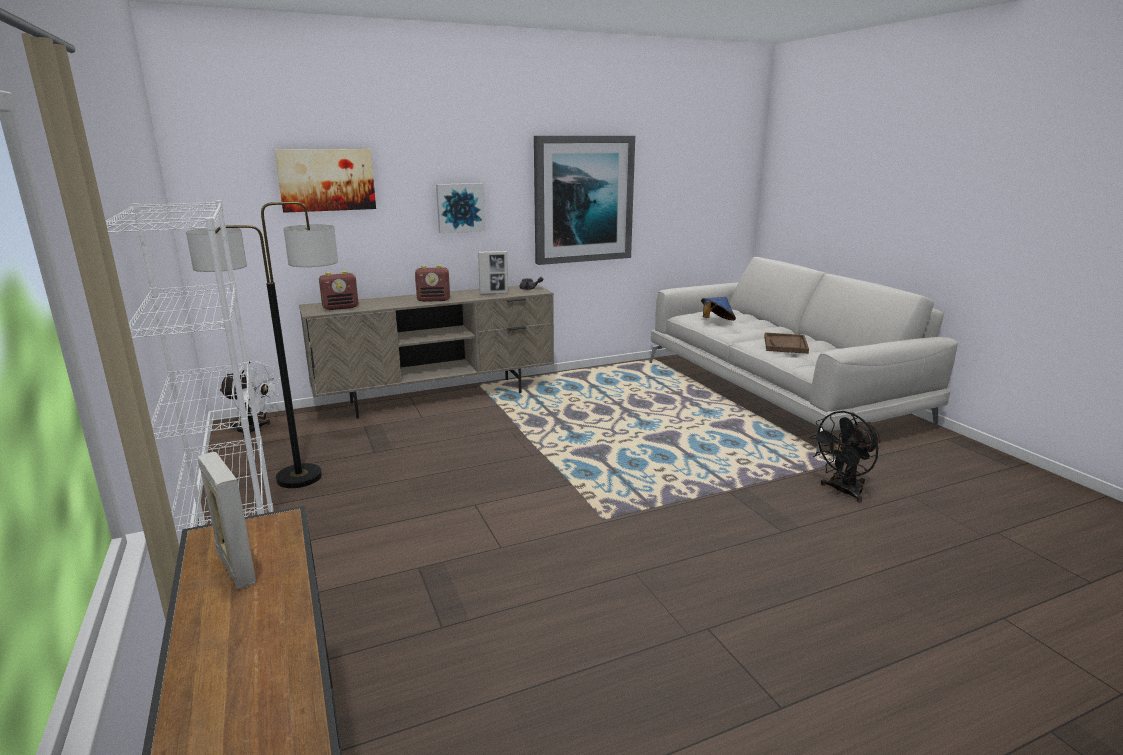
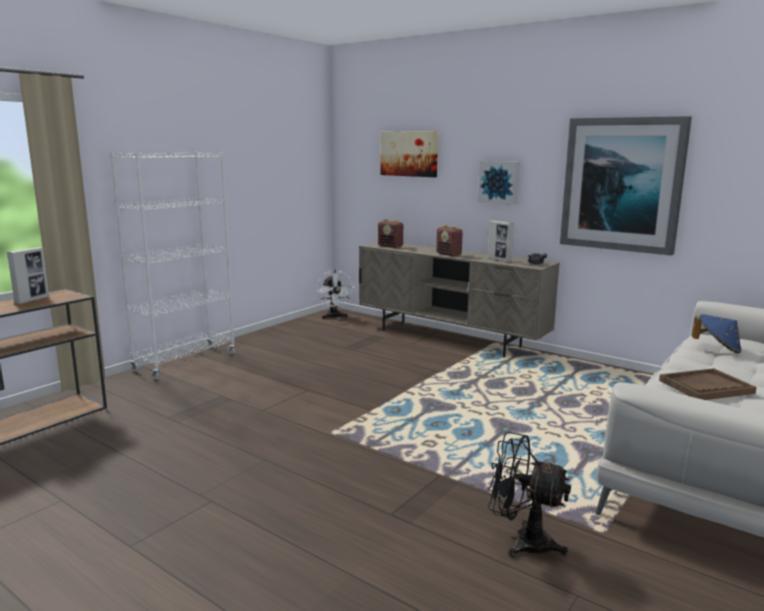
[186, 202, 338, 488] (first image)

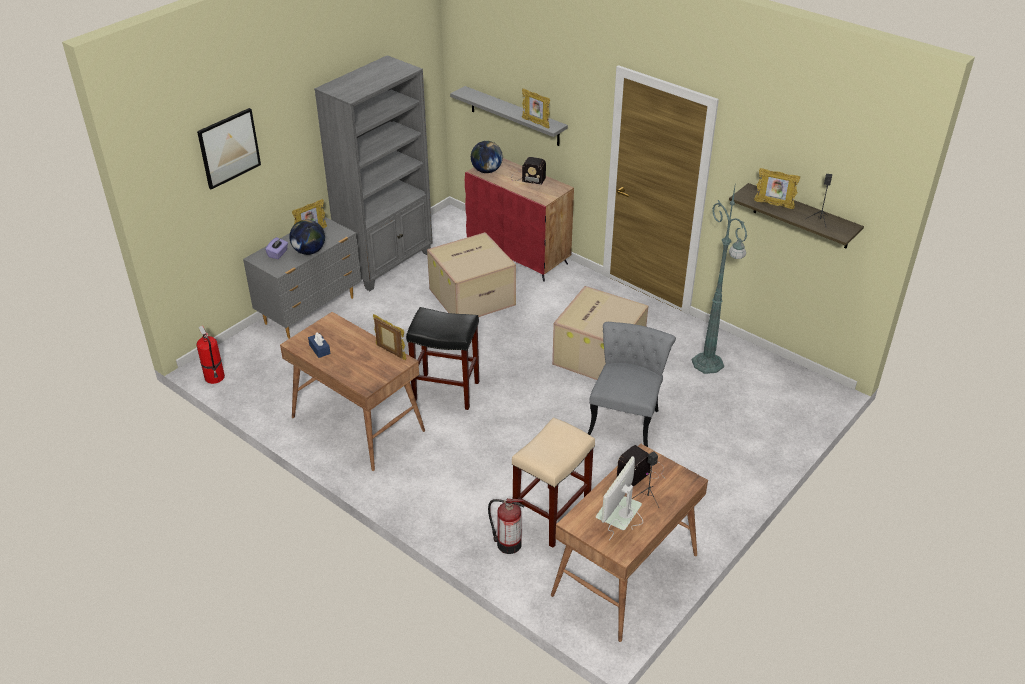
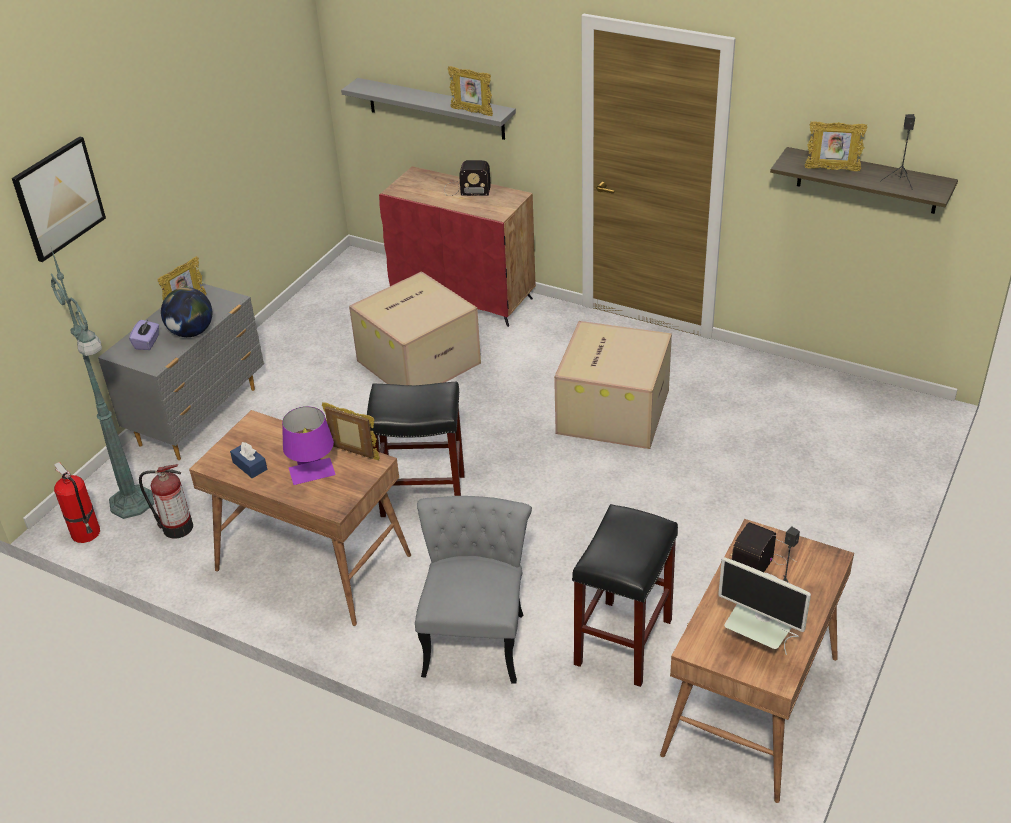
[314, 55, 433, 291] (first image)
[471, 141, 503, 173] (first image)
[282, 407, 336, 485]
[139, 464, 193, 539]
[415, 496, 532, 684]
[51, 248, 154, 519]
[572, 504, 678, 687]
[718, 557, 811, 655]

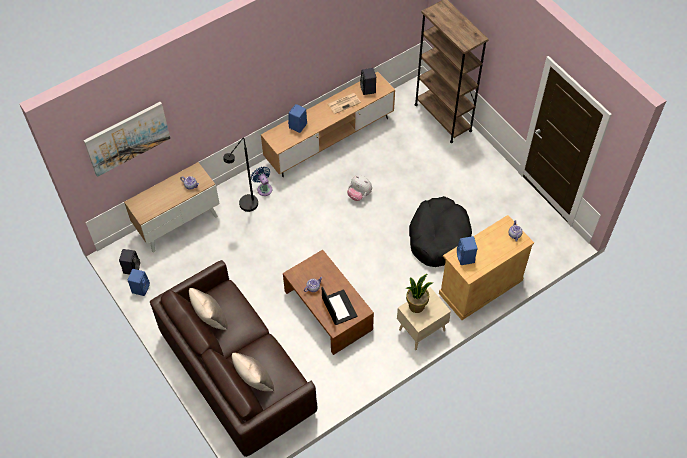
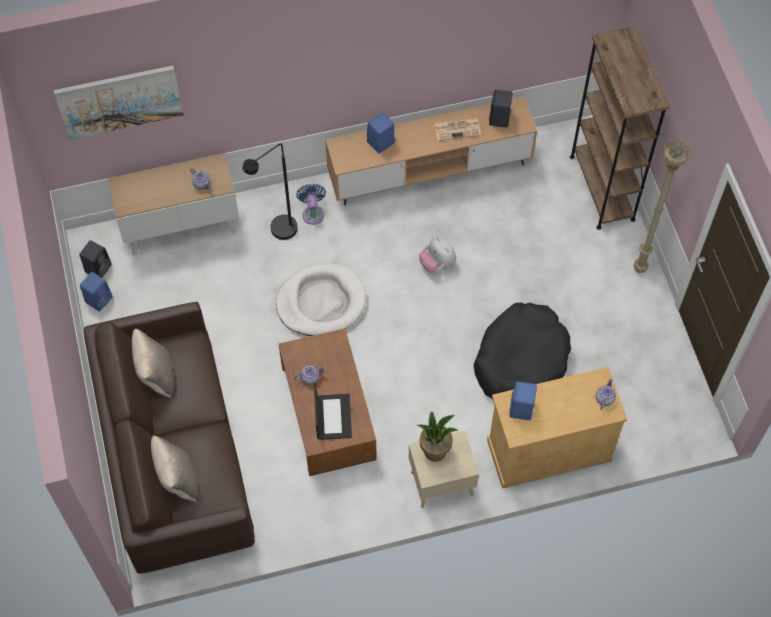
[276, 263, 366, 336]
[634, 139, 691, 273]

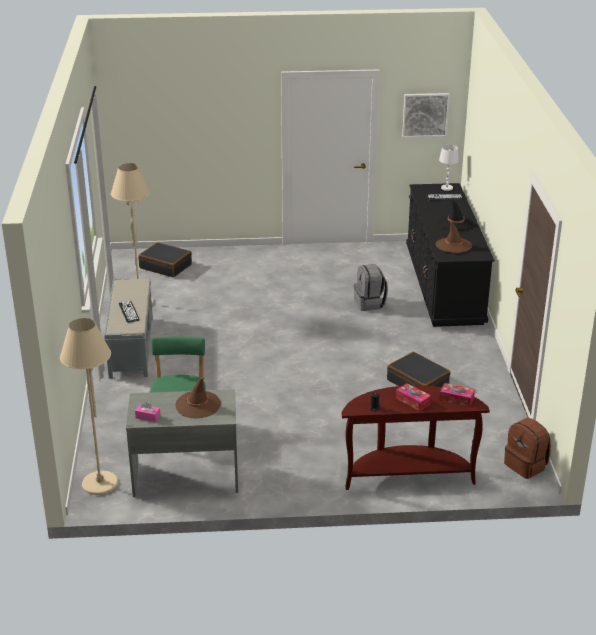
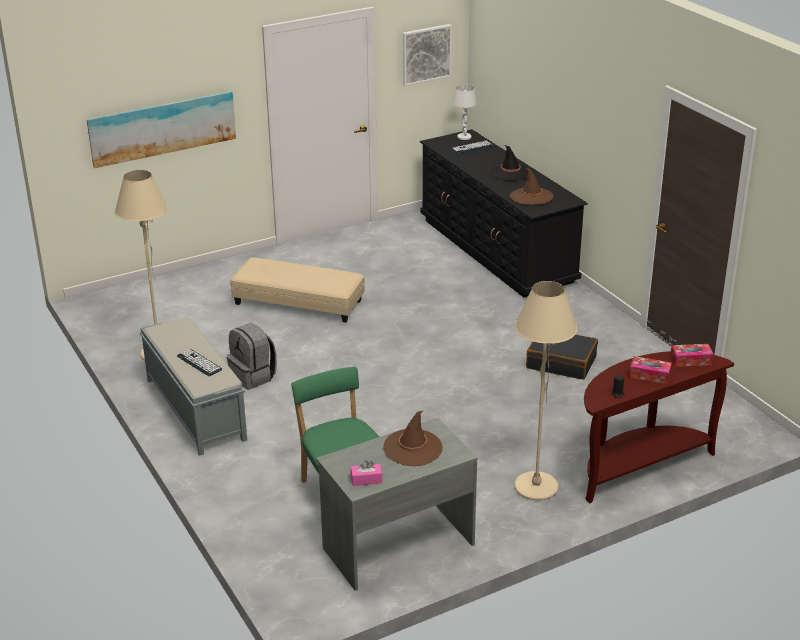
[138, 242, 192, 277] (first image)
[504, 418, 551, 479] (first image)
[87, 92, 236, 168]
[230, 257, 365, 323]
[514, 281, 578, 500]
[227, 323, 277, 390]

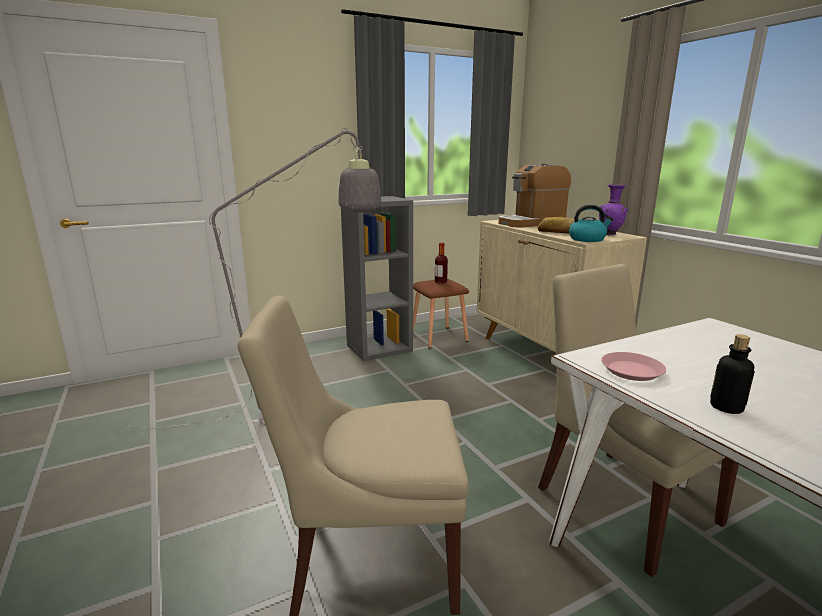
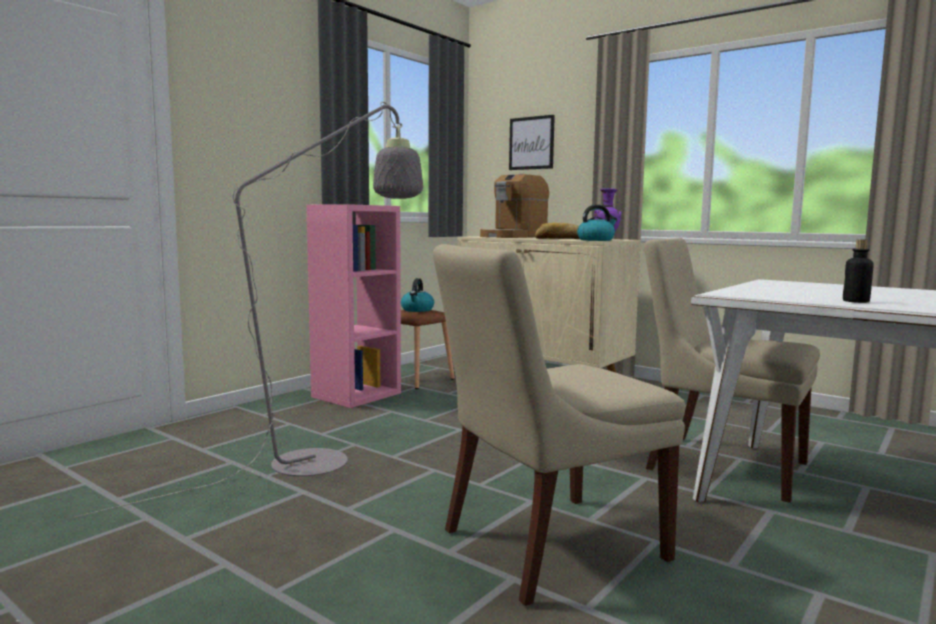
[601, 352, 666, 381] (first image)
[509, 115, 555, 170]
[401, 278, 434, 312]
[306, 204, 401, 408]

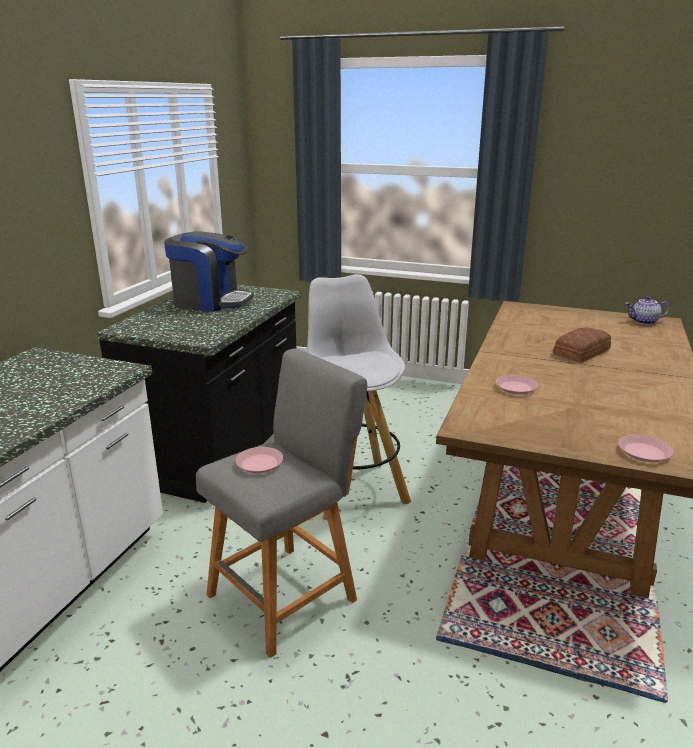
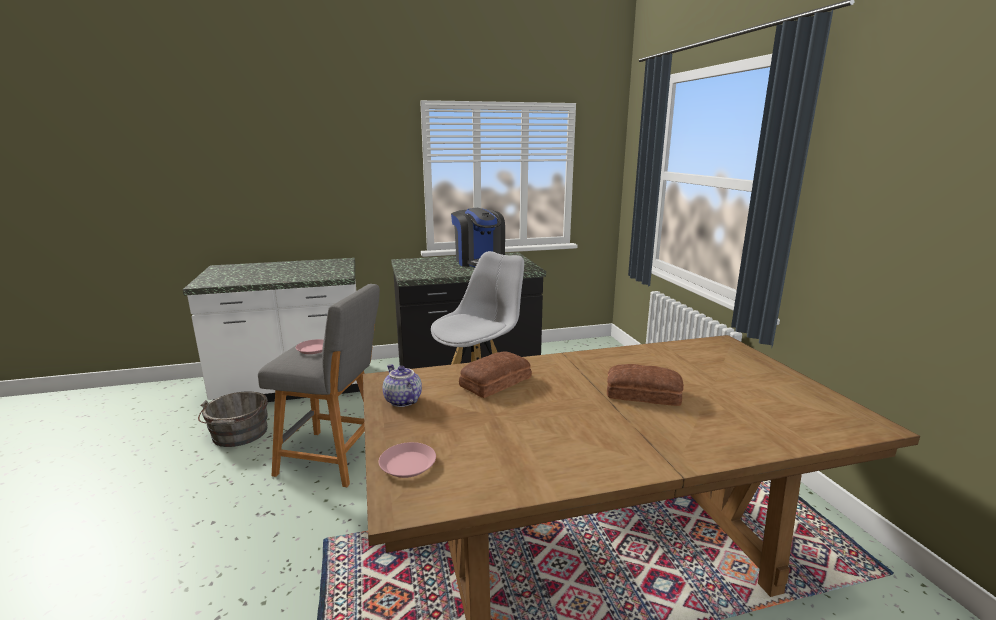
[198, 391, 268, 447]
[383, 364, 422, 407]
[459, 351, 532, 398]

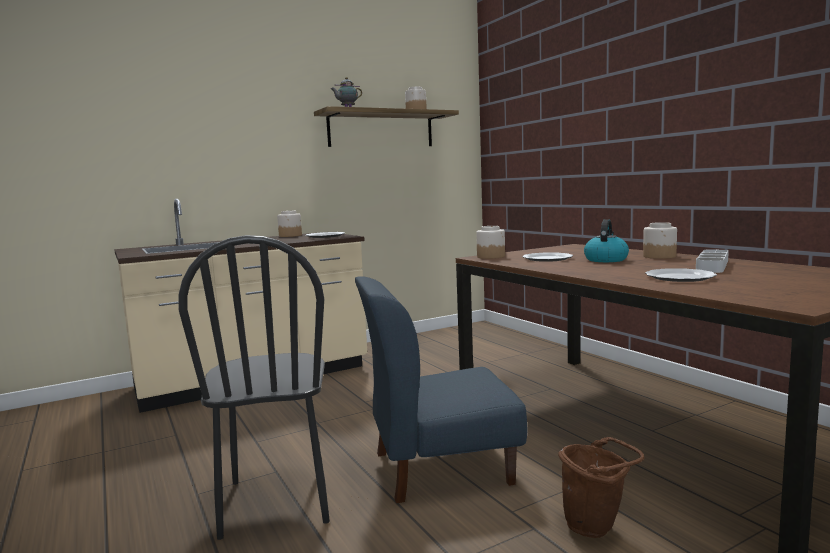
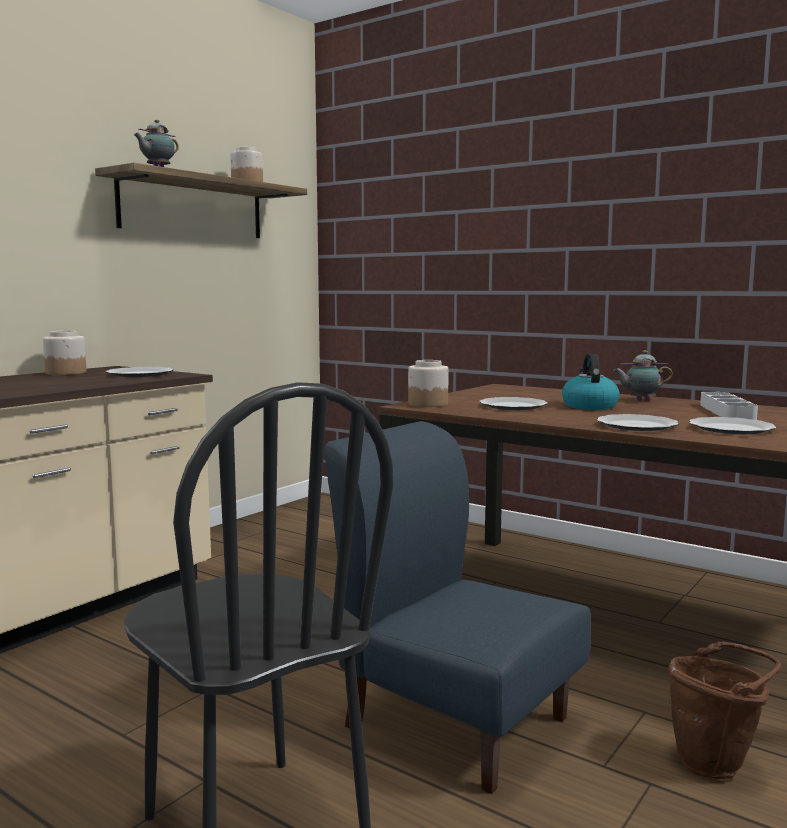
[597, 414, 678, 431]
[613, 350, 673, 401]
[325, 421, 591, 794]

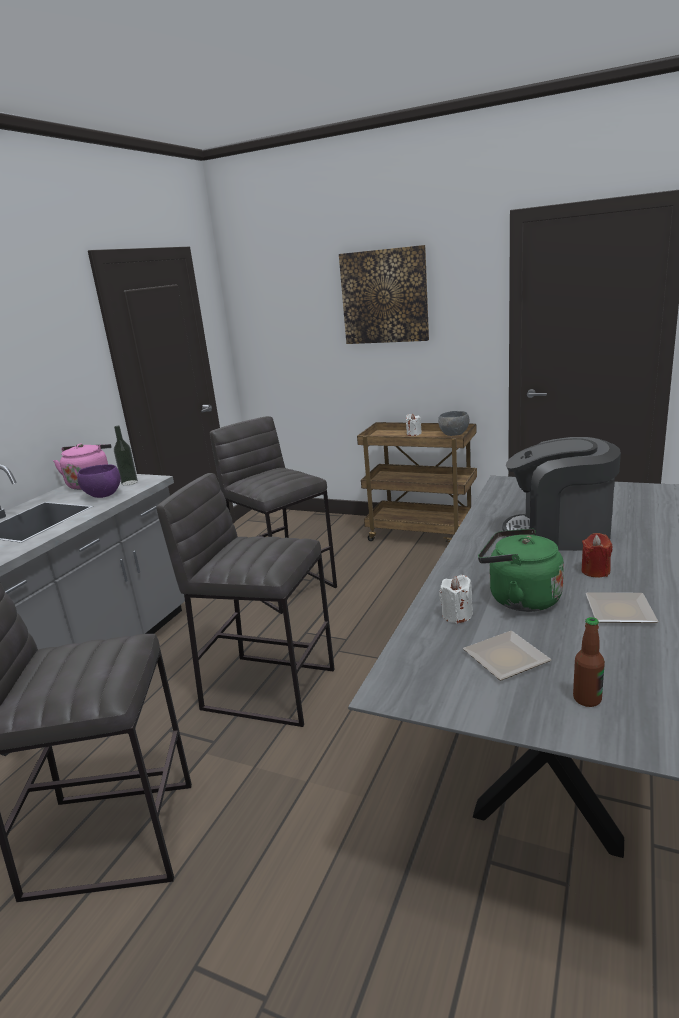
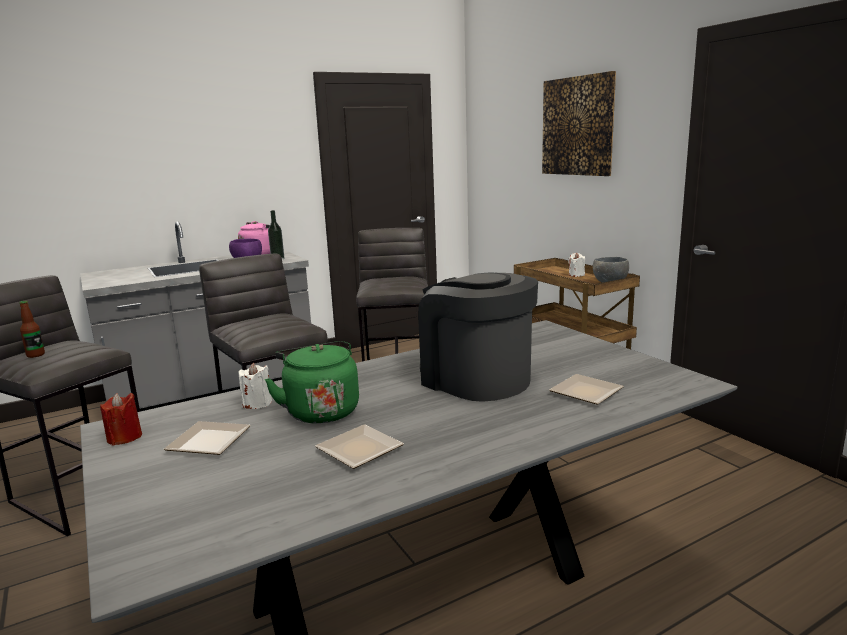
[549, 374, 624, 405]
[19, 301, 45, 358]
[100, 393, 142, 446]

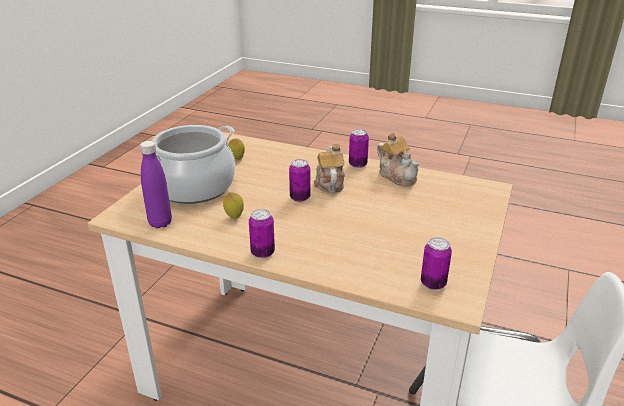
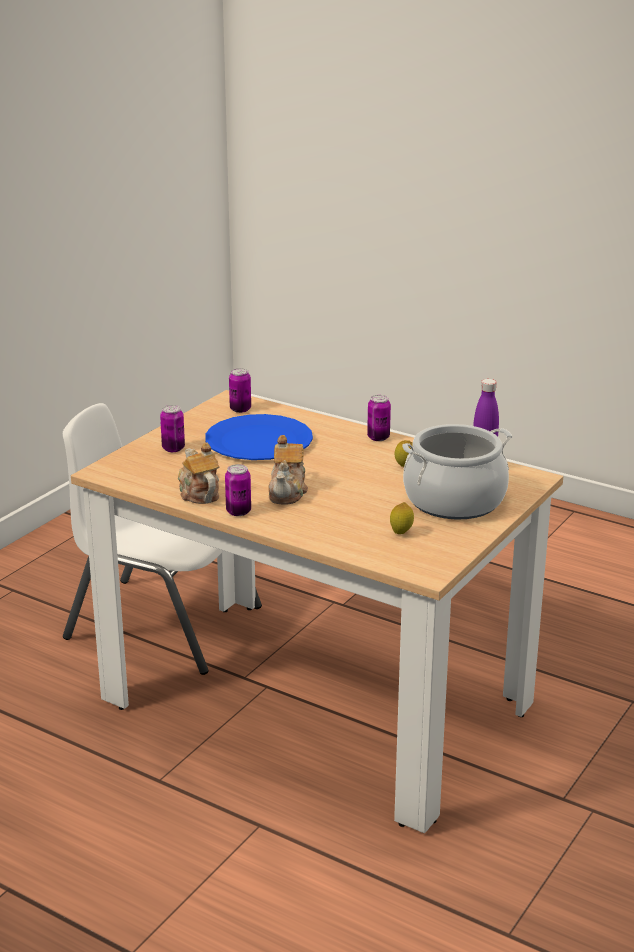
[205, 414, 313, 460]
[160, 405, 185, 452]

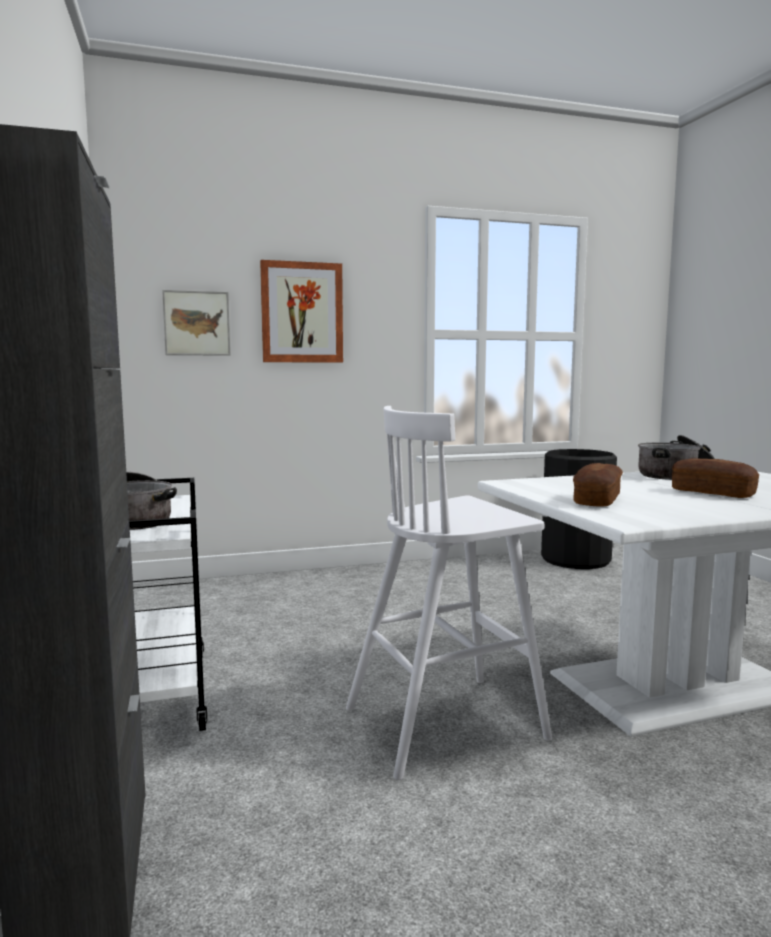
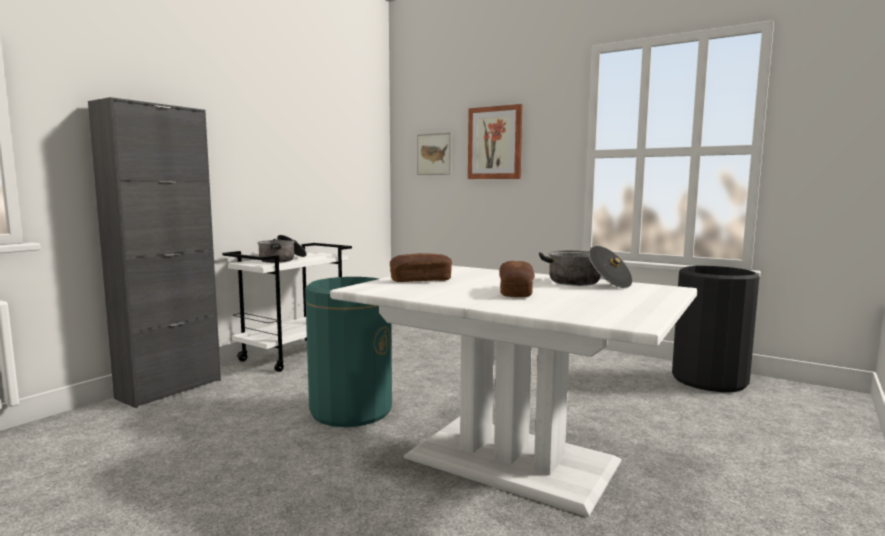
[305, 277, 392, 427]

